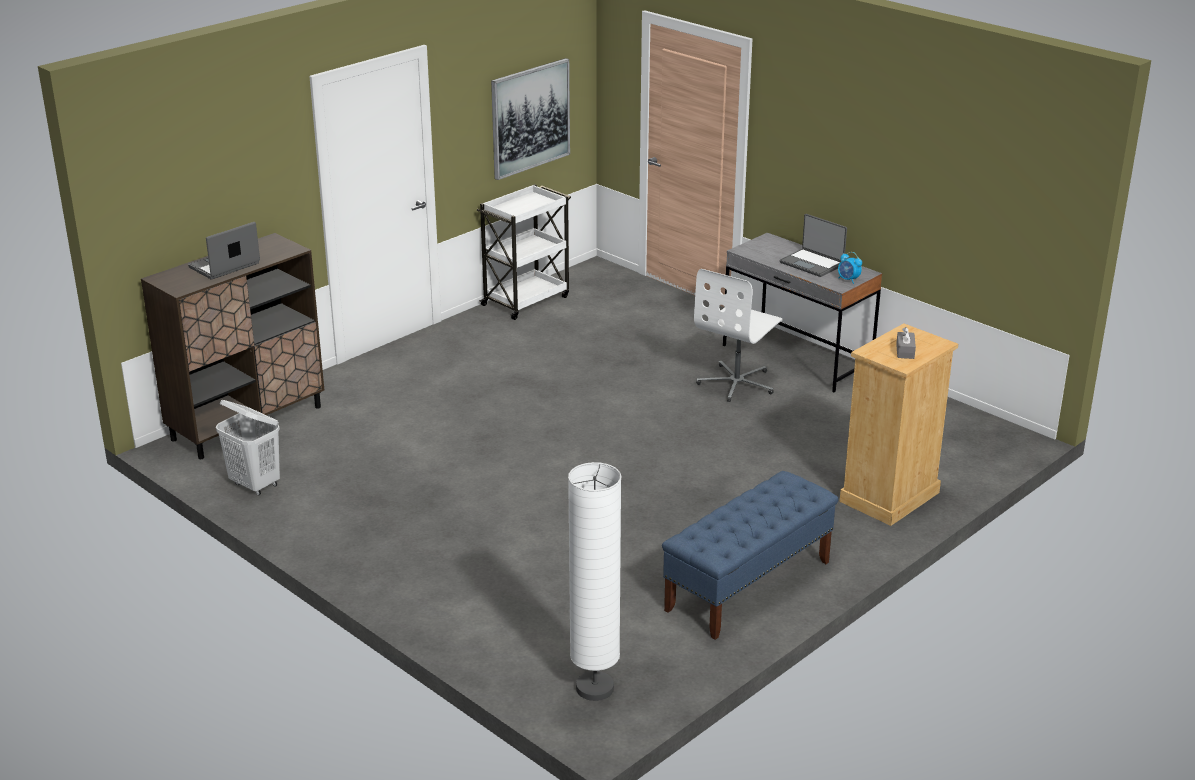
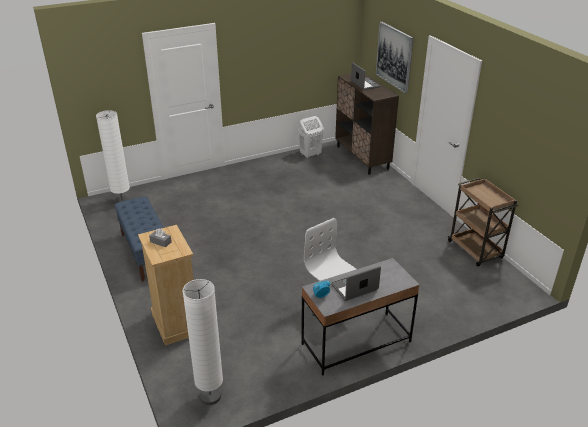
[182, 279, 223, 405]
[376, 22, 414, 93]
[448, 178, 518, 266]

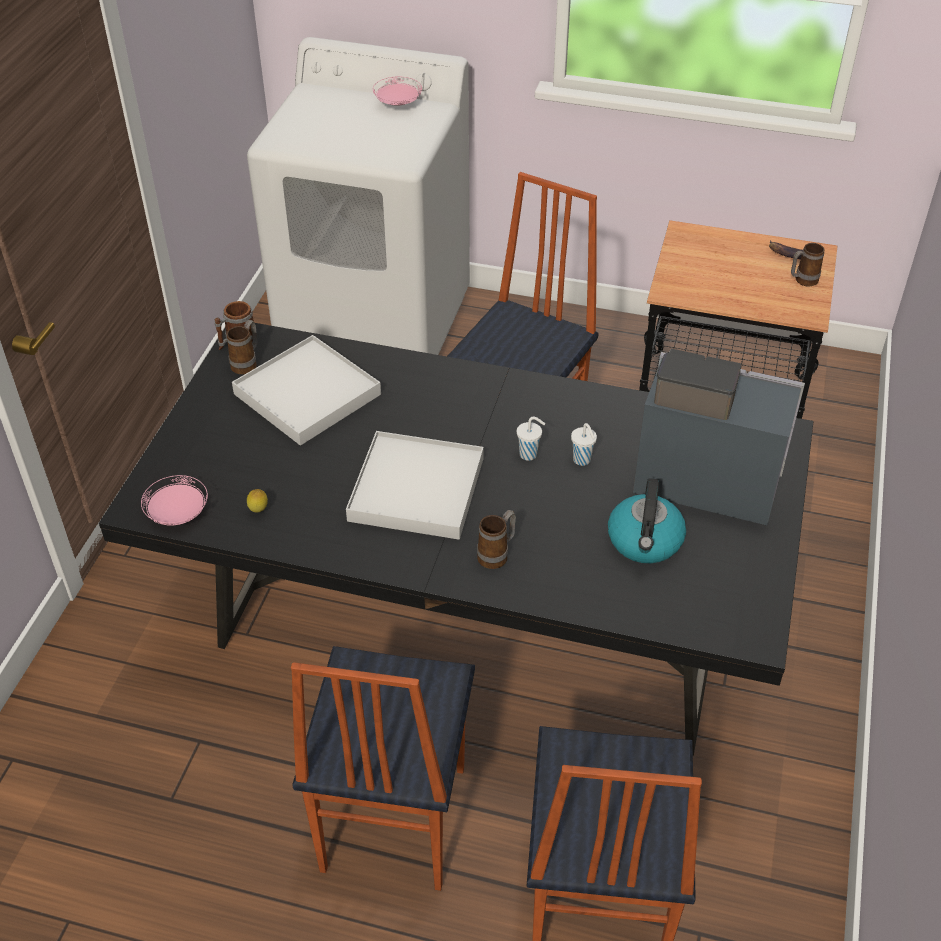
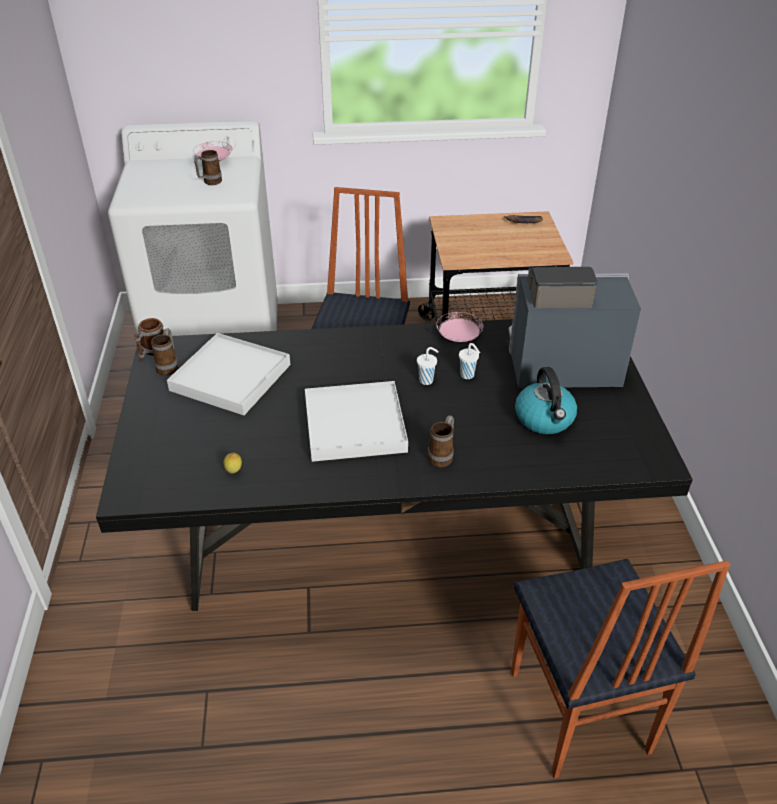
[291, 646, 475, 891] (first image)
[436, 312, 483, 342]
[194, 150, 222, 185]

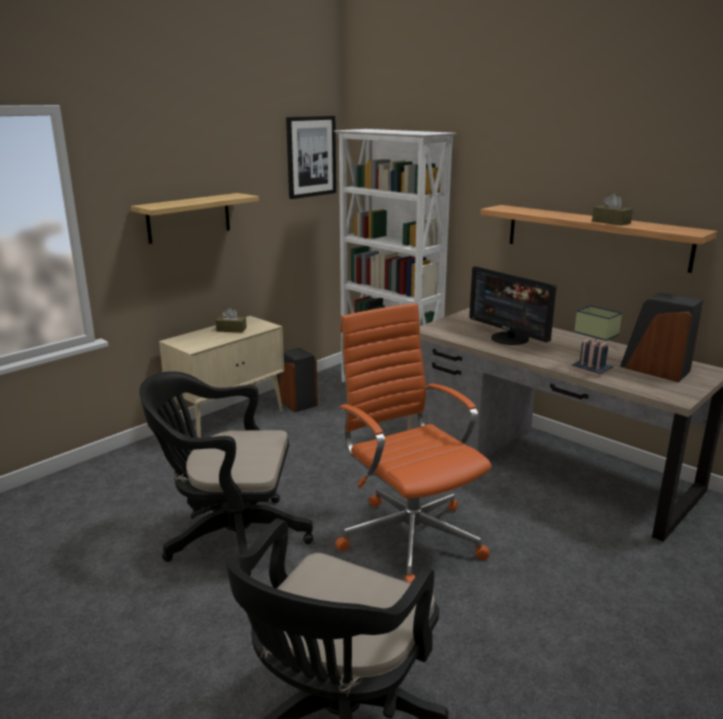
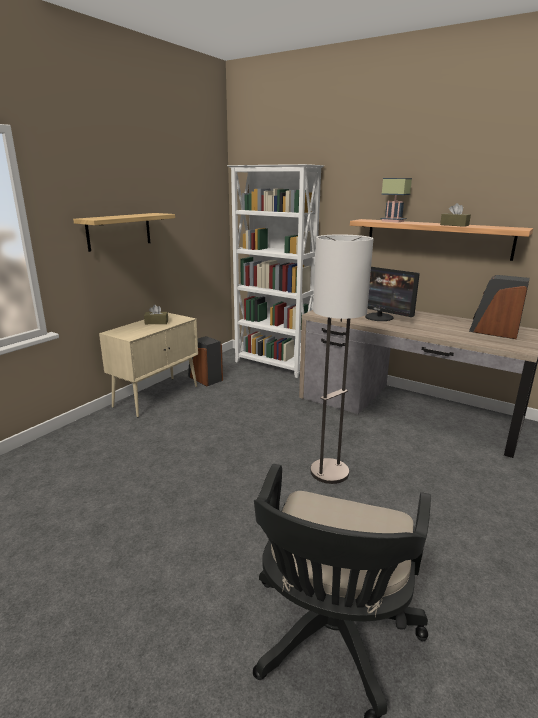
[139, 372, 313, 576] (first image)
[286, 116, 336, 199] (first image)
[380, 178, 412, 222]
[310, 234, 374, 484]

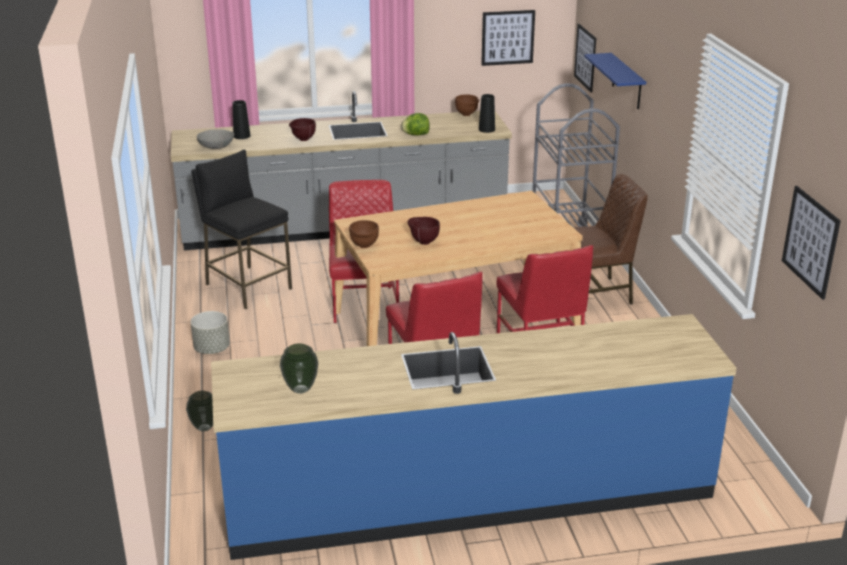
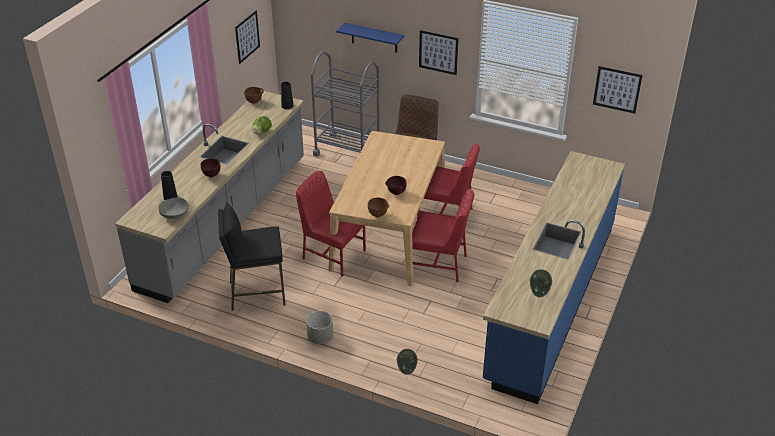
[419, 30, 459, 75]

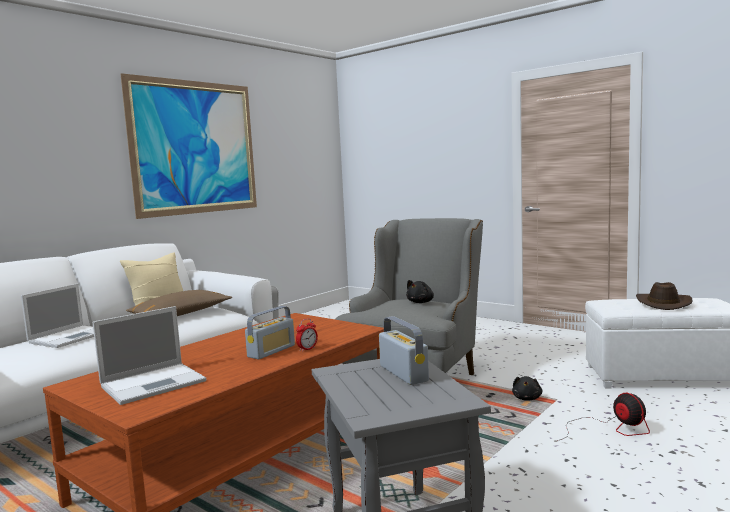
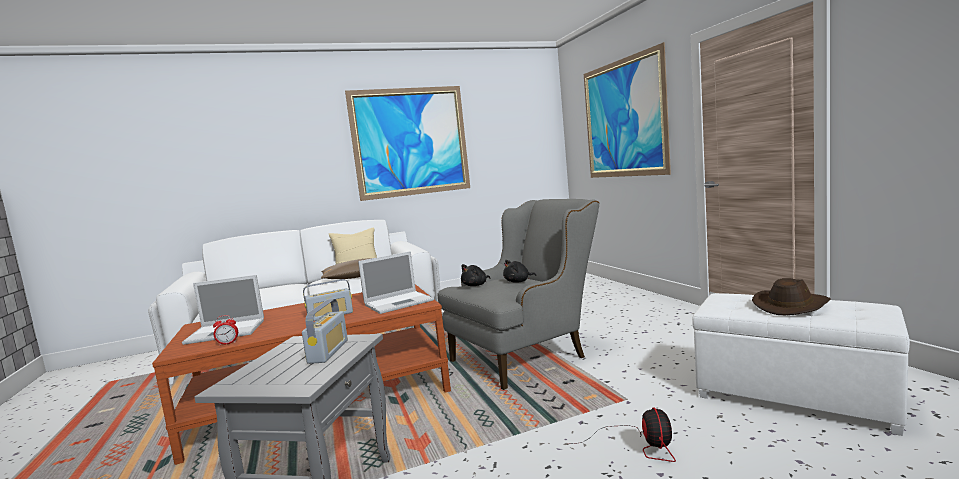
[584, 42, 671, 178]
[358, 251, 434, 314]
[213, 315, 238, 346]
[461, 264, 490, 286]

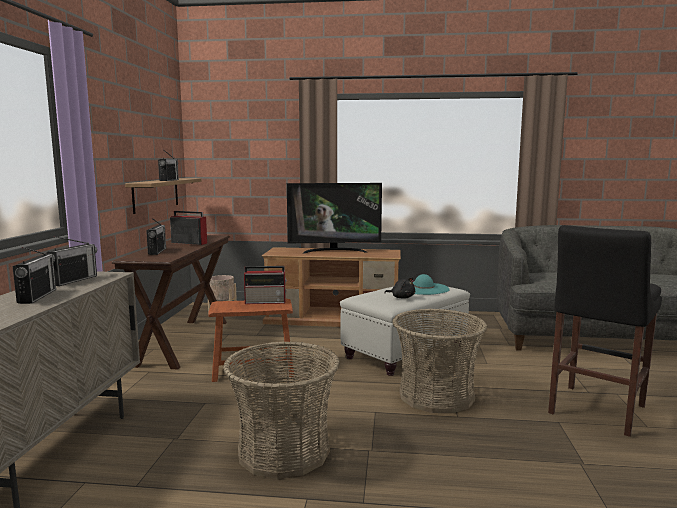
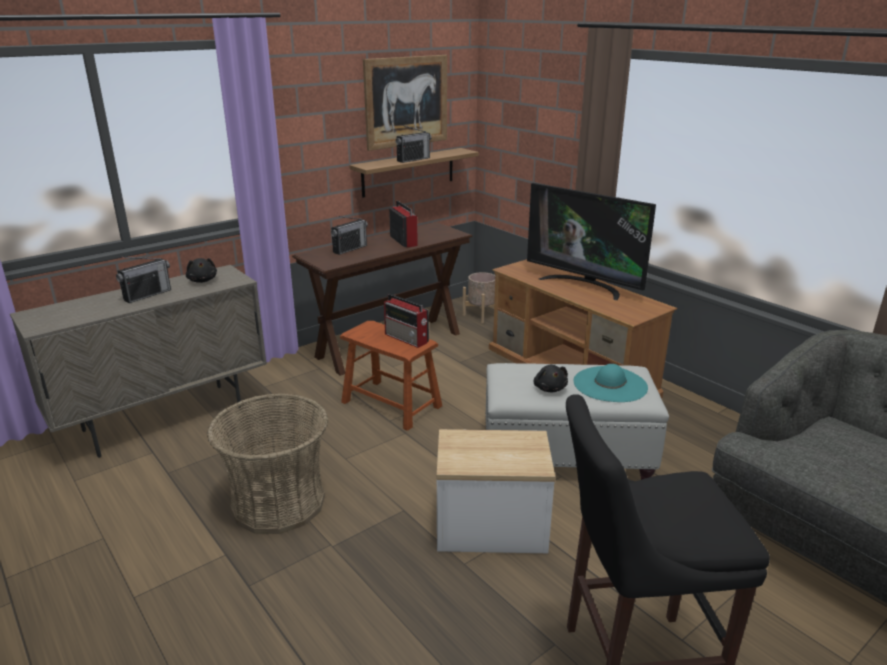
[363, 55, 447, 151]
[186, 258, 217, 283]
[436, 429, 555, 553]

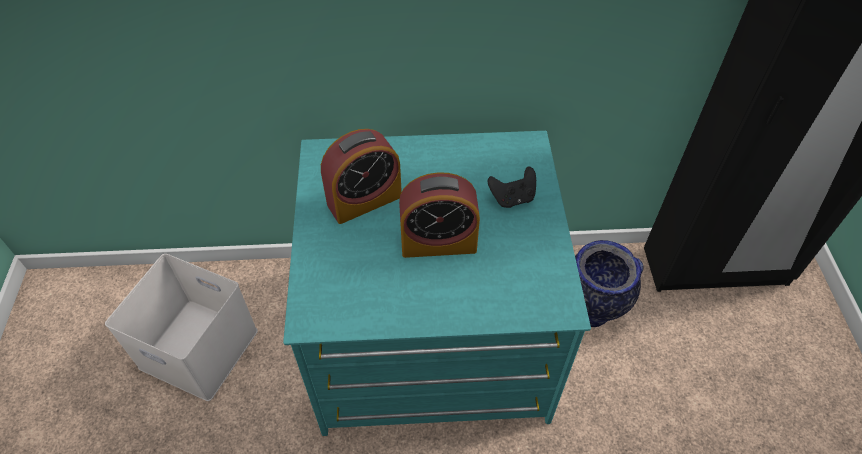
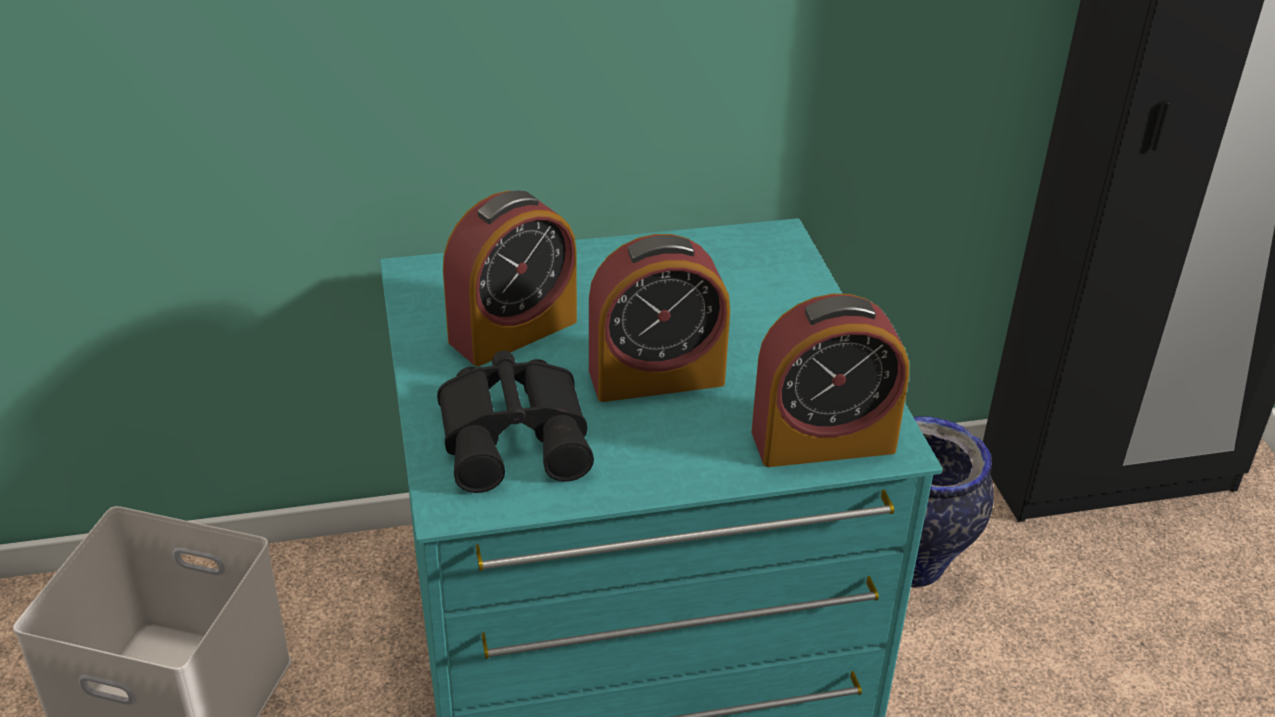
[488, 166, 536, 208] (first image)
[437, 351, 594, 493]
[752, 294, 909, 467]

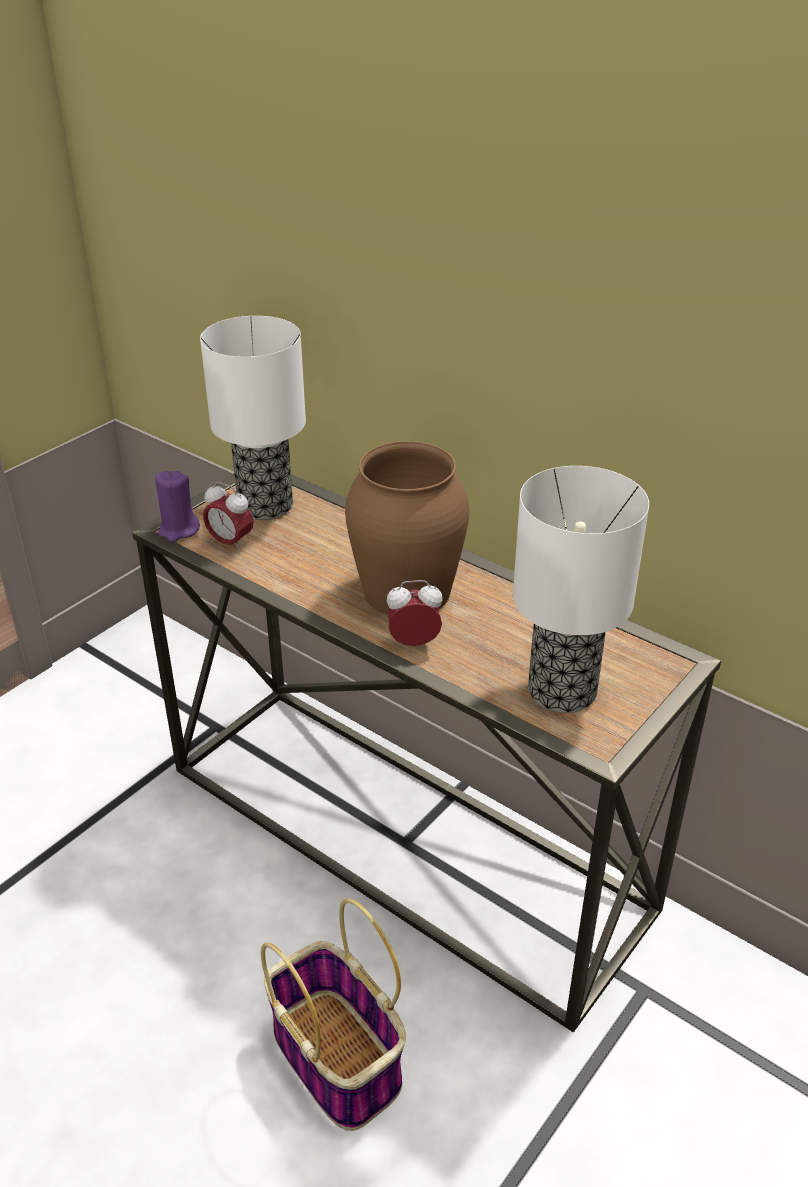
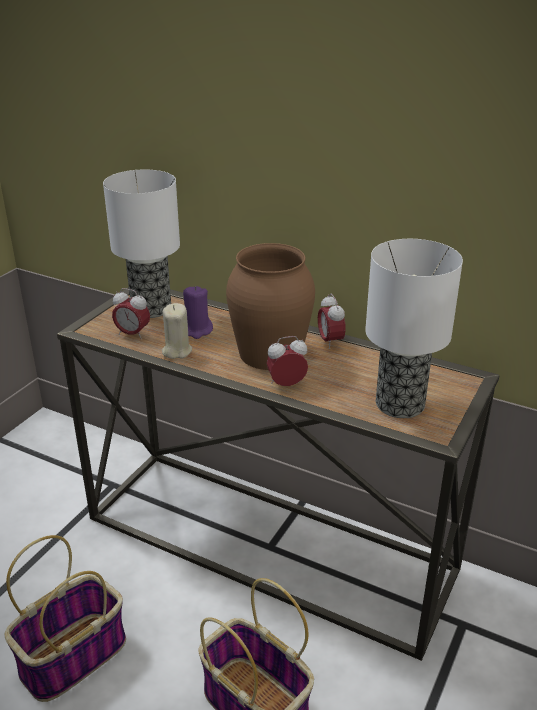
[5, 535, 126, 702]
[162, 303, 192, 359]
[318, 293, 346, 350]
[183, 286, 213, 339]

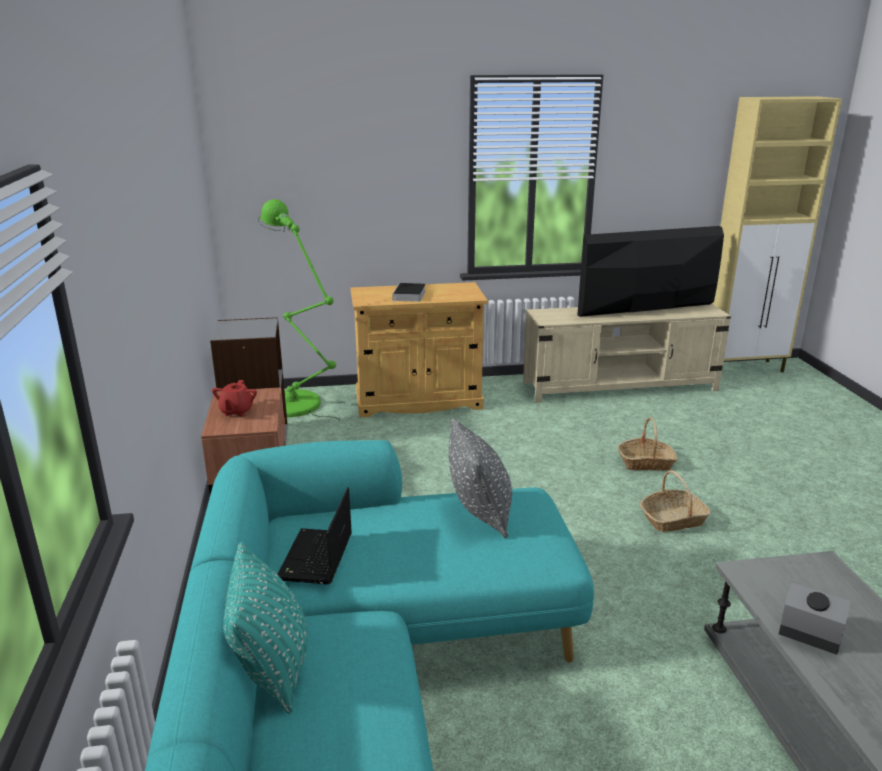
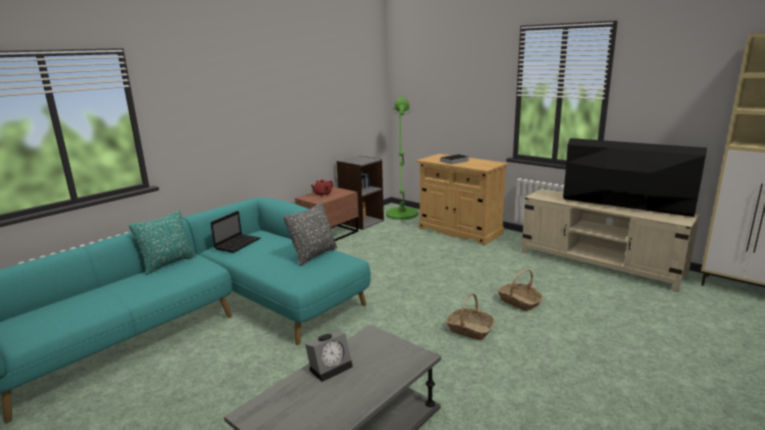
[211, 211, 260, 253]
[305, 331, 353, 382]

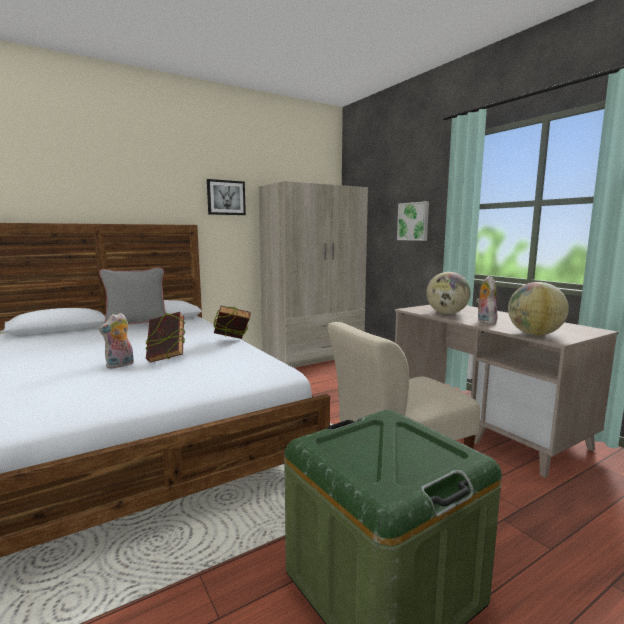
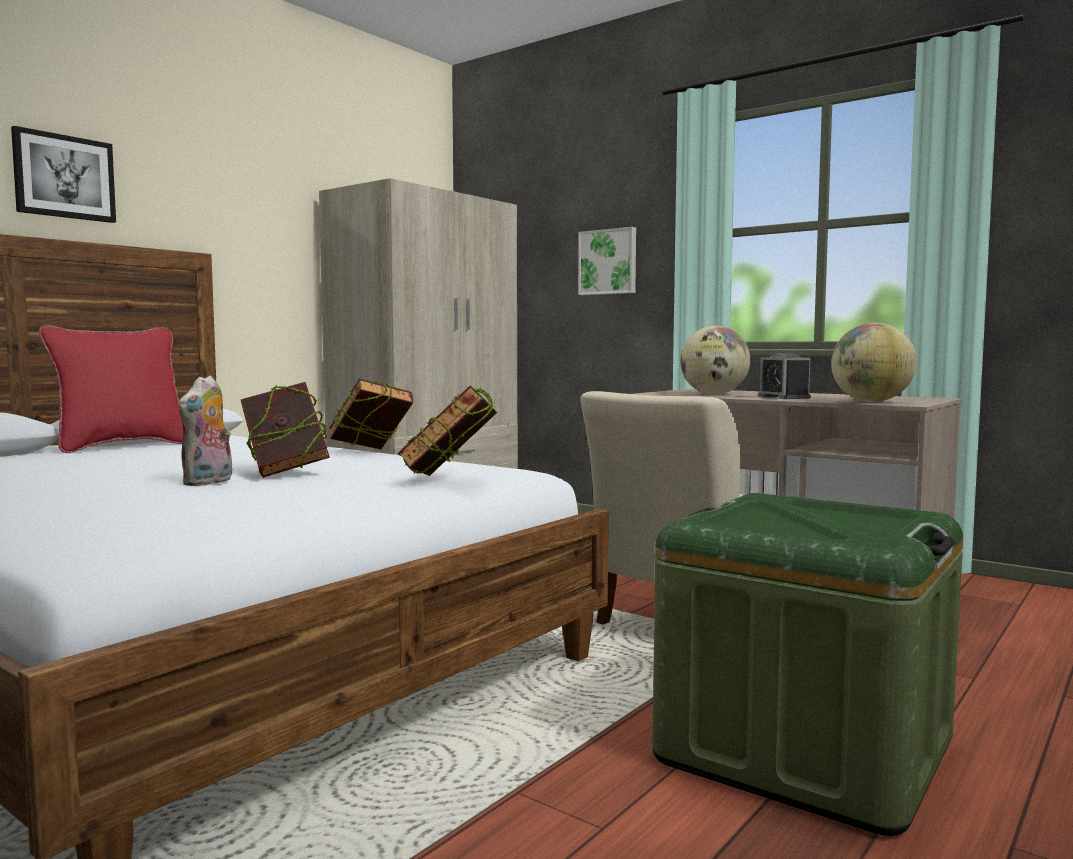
[397, 385, 497, 476]
[11, 126, 116, 223]
[758, 353, 811, 399]
[39, 325, 183, 453]

